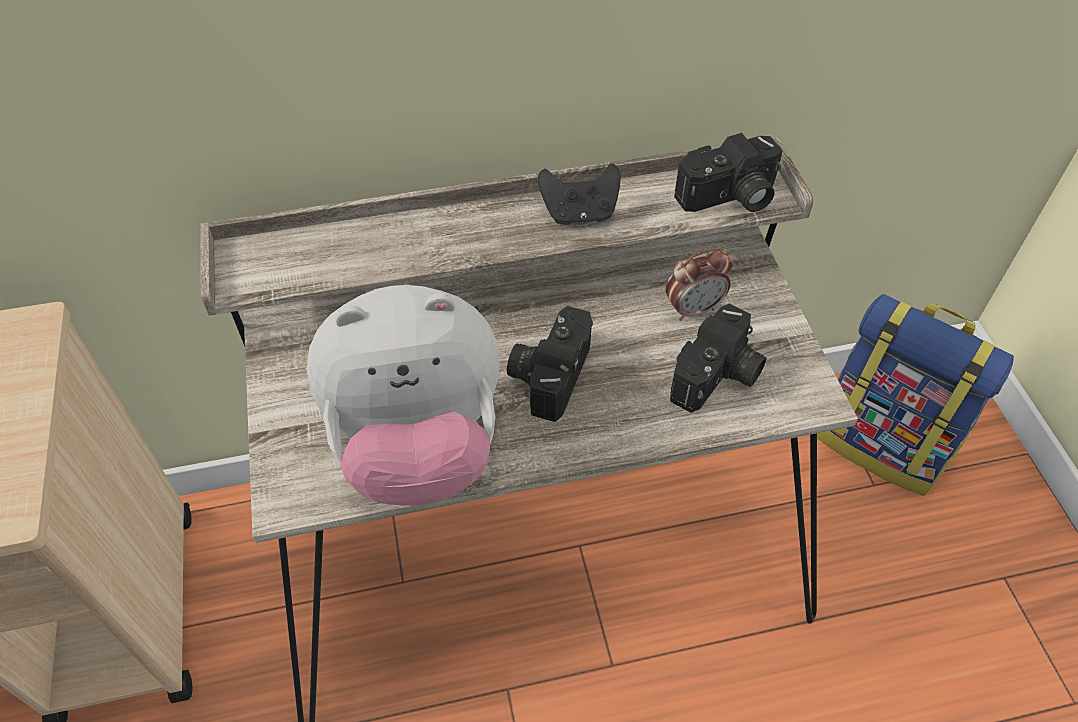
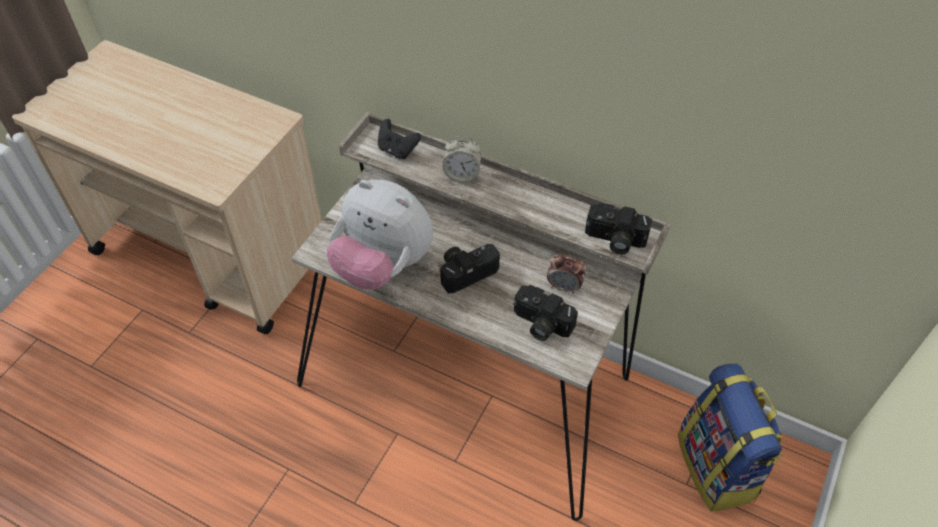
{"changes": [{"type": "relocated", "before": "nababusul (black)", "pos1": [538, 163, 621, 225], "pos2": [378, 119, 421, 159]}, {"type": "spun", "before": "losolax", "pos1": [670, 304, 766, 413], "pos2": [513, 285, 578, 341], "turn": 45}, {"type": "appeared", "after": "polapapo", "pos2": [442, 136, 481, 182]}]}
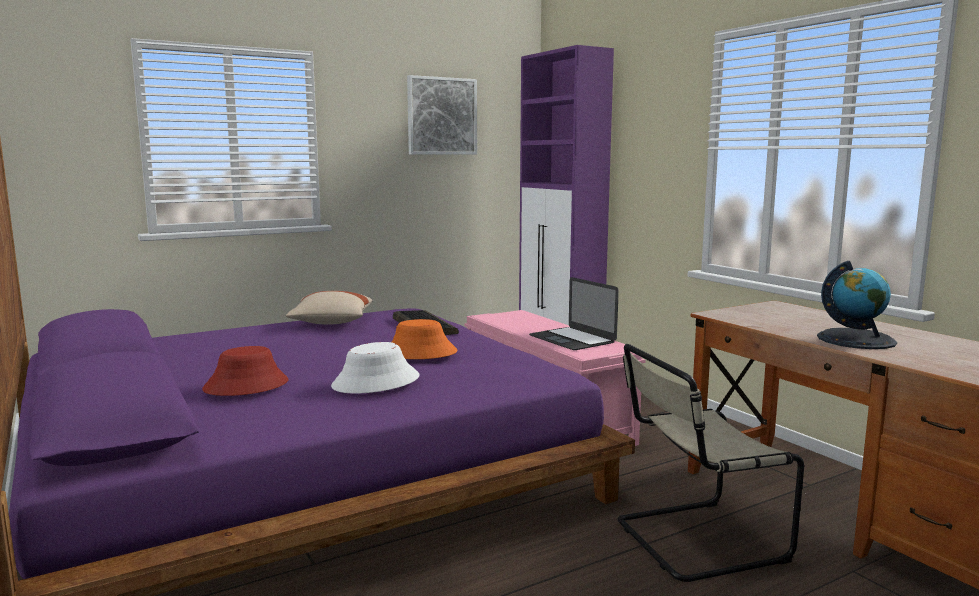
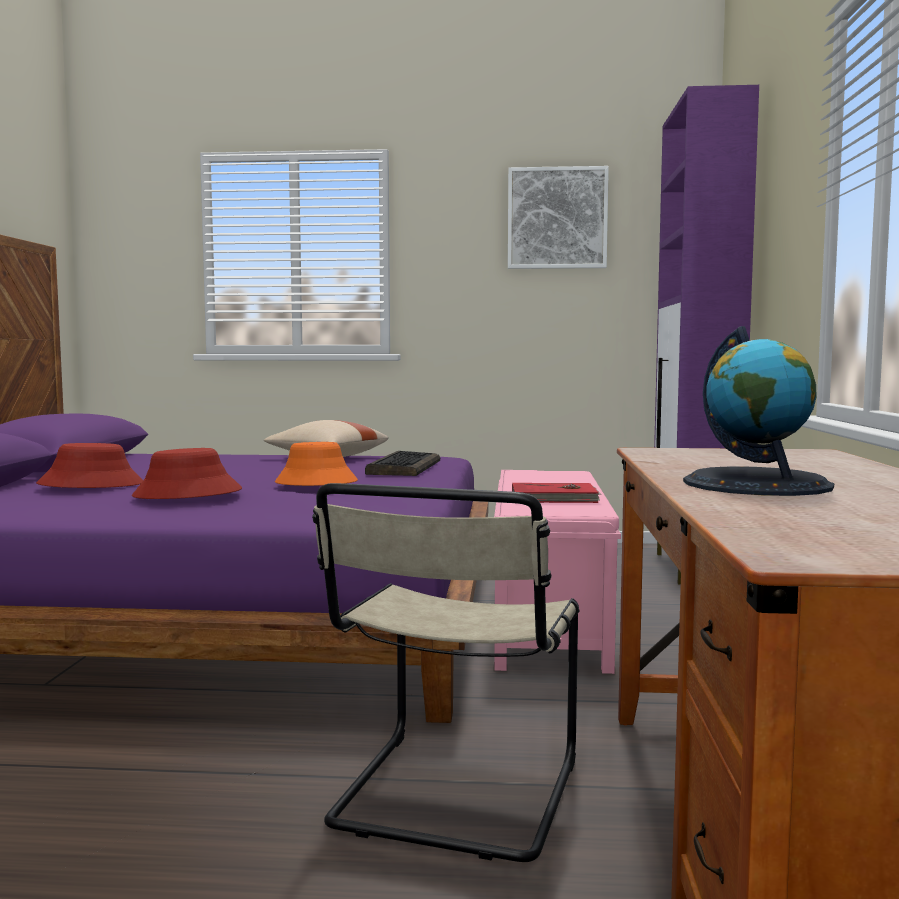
{"changes": [{"type": "exchanged", "before": "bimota", "after": "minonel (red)", "pos1": [529, 277, 619, 350], "pos2": [512, 483, 601, 503]}, {"type": "colour", "before": "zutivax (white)", "after": "zutivax (red)", "pos1": [331, 342, 420, 393], "pos2": [132, 448, 242, 499]}, {"type": "spun", "before": "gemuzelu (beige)", "pos1": [618, 344, 804, 582], "pos2": [312, 483, 579, 862], "turn": -90}]}
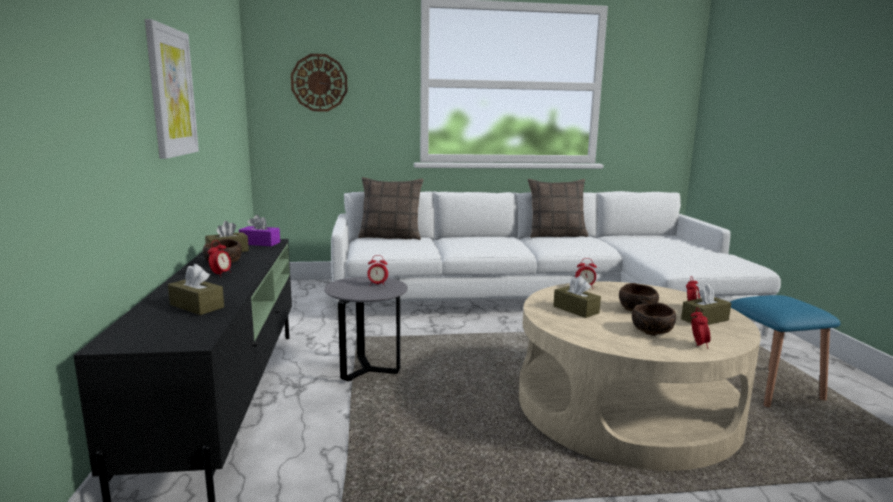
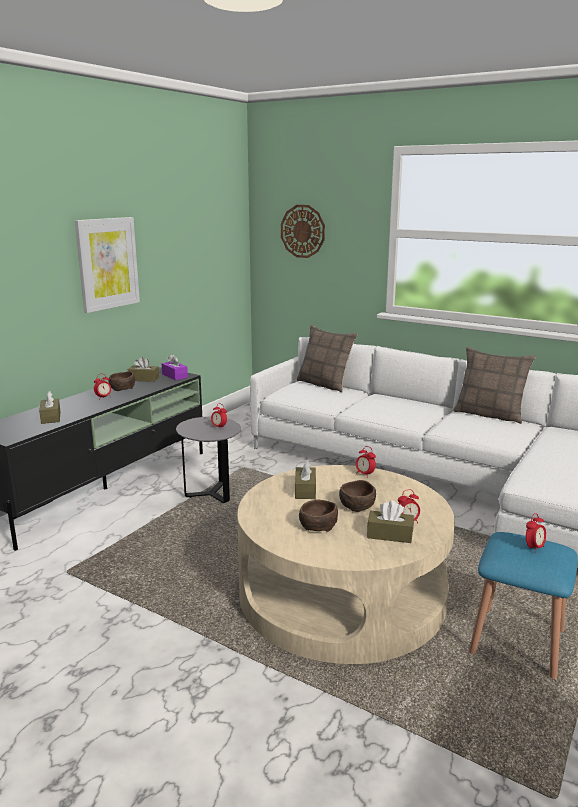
{"changes": [{"type": "relocated", "before": "polapapo", "pos1": [691, 307, 711, 349], "pos2": [526, 513, 546, 553]}]}
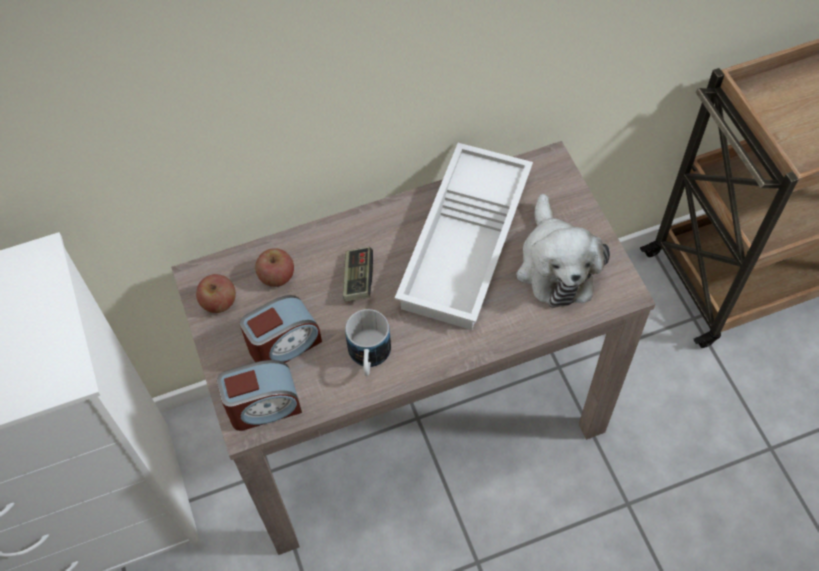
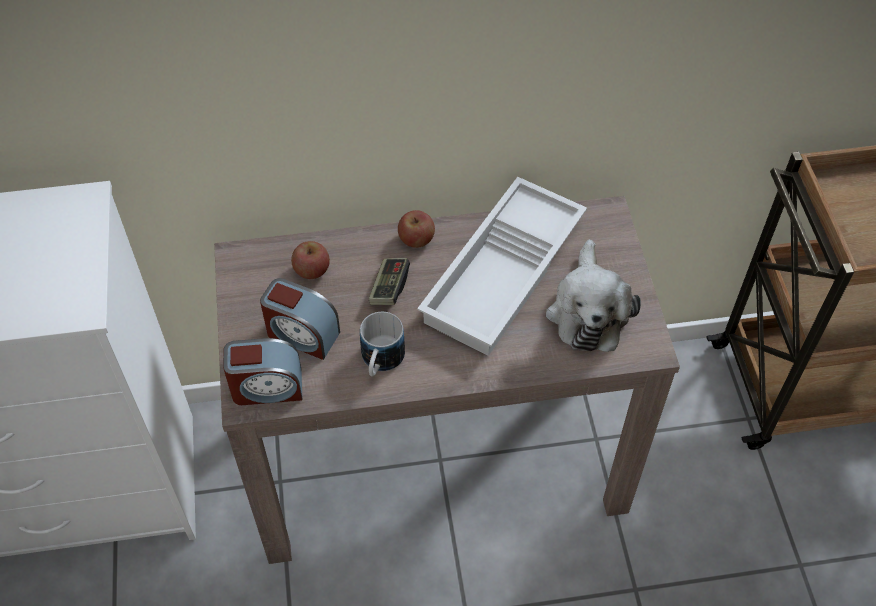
{"changes": [{"type": "relocated", "before": "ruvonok", "pos1": [196, 274, 236, 313], "pos2": [398, 210, 435, 248]}, {"type": "spun", "before": "polapapo", "pos1": [240, 295, 322, 363], "pos2": [260, 278, 340, 360], "turn": 45}]}
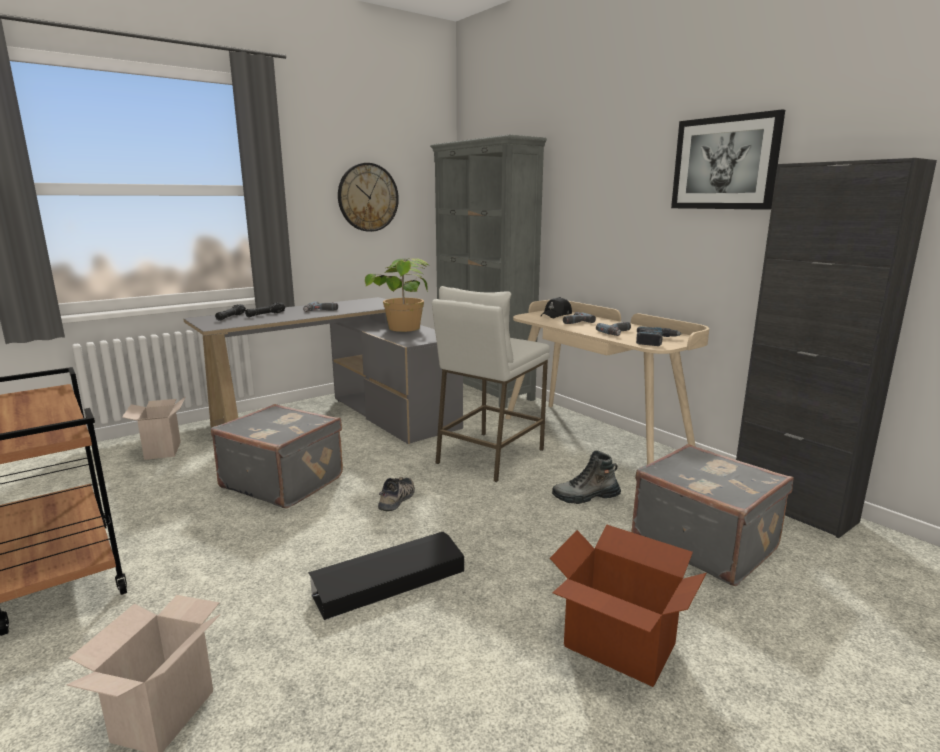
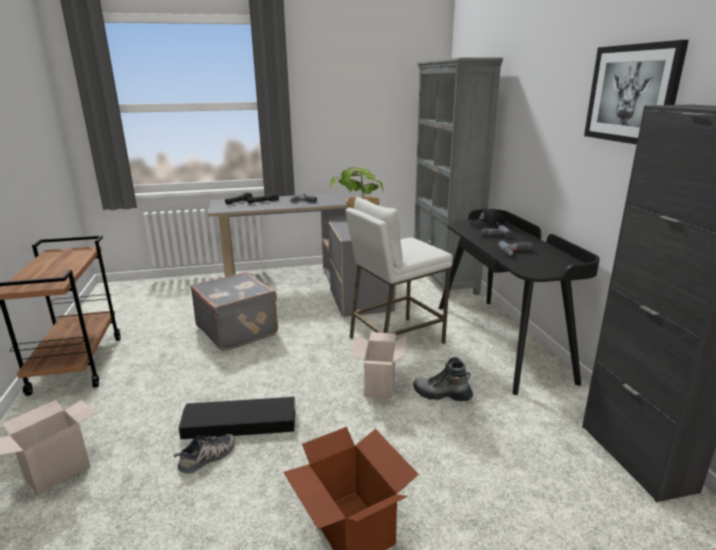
{"changes": [{"type": "missing", "before": "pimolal", "pos1": [338, 163, 399, 232]}, {"type": "colour", "before": "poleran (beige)", "after": "poleran (black)", "pos1": [505, 300, 709, 465], "pos2": [439, 209, 600, 395]}, {"type": "missing", "before": "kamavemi", "pos1": [636, 326, 682, 346]}, {"type": "relocated", "before": "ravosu", "pos1": [122, 397, 185, 460], "pos2": [351, 332, 407, 399]}, {"type": "missing", "before": "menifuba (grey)", "pos1": [631, 444, 794, 586]}, {"type": "relocated", "before": "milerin", "pos1": [378, 477, 415, 511], "pos2": [173, 434, 235, 473]}]}
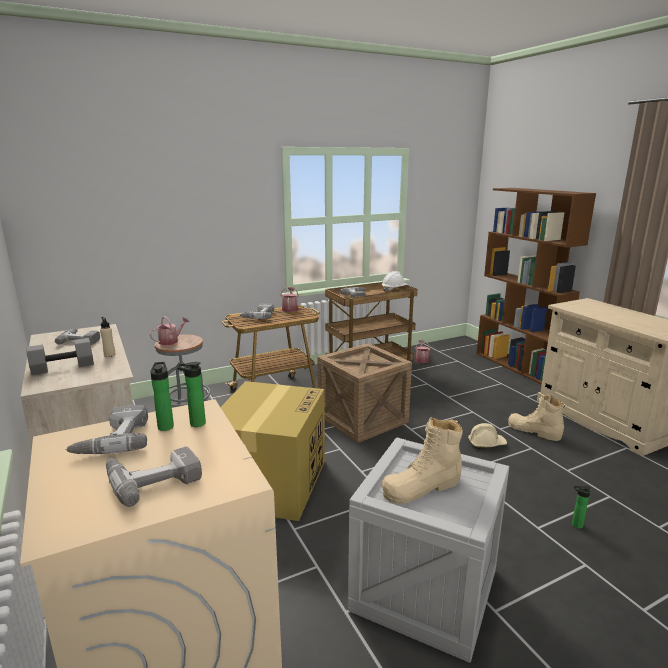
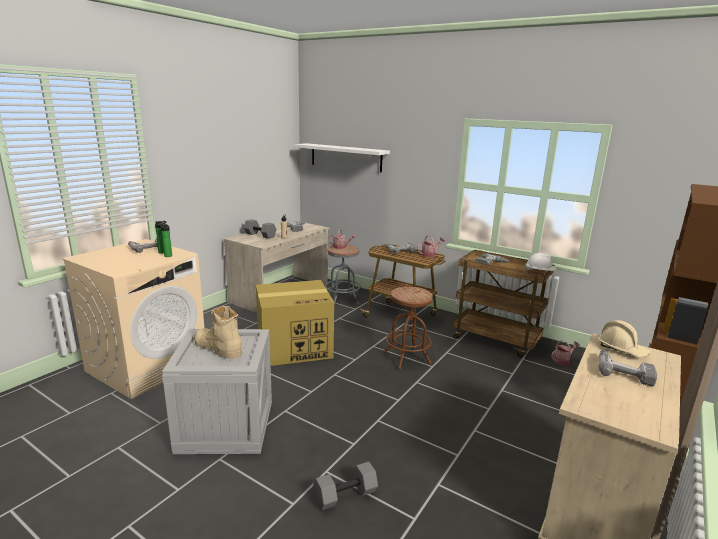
{"changes": [{"type": "exchanged", "before": "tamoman", "after": "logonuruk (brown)", "pos1": [317, 343, 412, 443], "pos2": [384, 287, 433, 369]}, {"type": "missing", "before": "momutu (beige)", "pos1": [508, 395, 566, 441]}, {"type": "relocated", "before": "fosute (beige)", "pos1": [468, 423, 507, 449], "pos2": [597, 320, 651, 357]}, {"type": "relocated", "before": "kamavemi", "pos1": [106, 446, 202, 507], "pos2": [598, 349, 657, 387]}, {"type": "exchanged", "before": "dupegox", "after": "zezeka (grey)", "pos1": [572, 486, 591, 529], "pos2": [313, 461, 378, 510]}, {"type": "appeared", "after": "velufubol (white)", "pos2": [295, 143, 390, 173]}]}
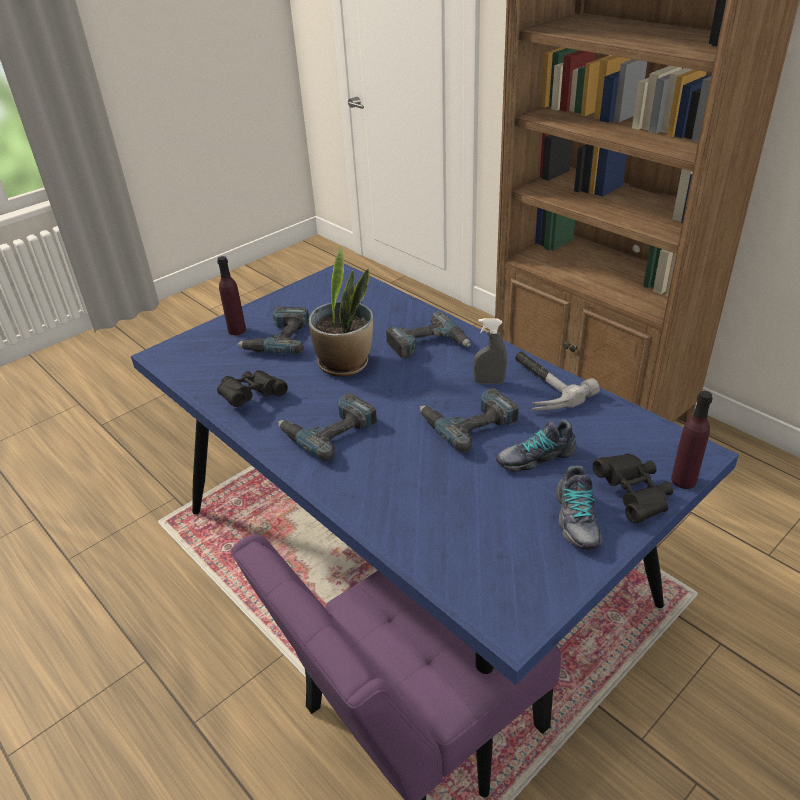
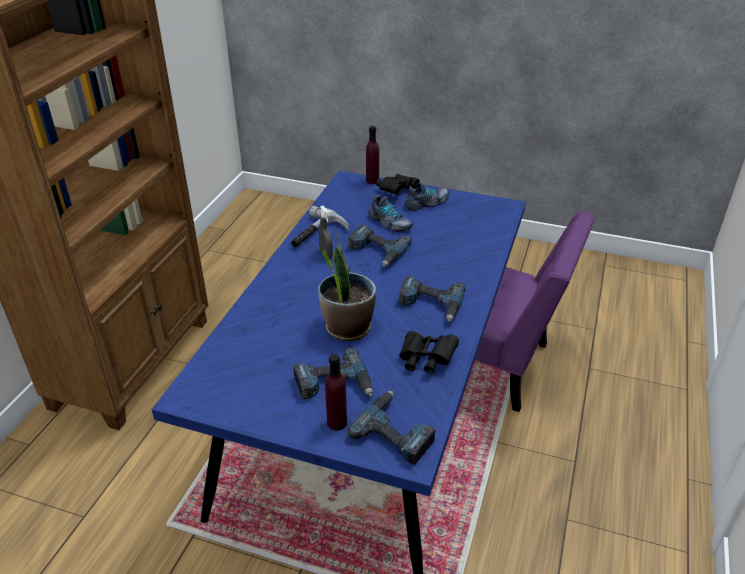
{"changes": [{"type": "relocated", "before": "kamavemi", "pos1": [386, 311, 471, 359], "pos2": [348, 391, 436, 465]}]}
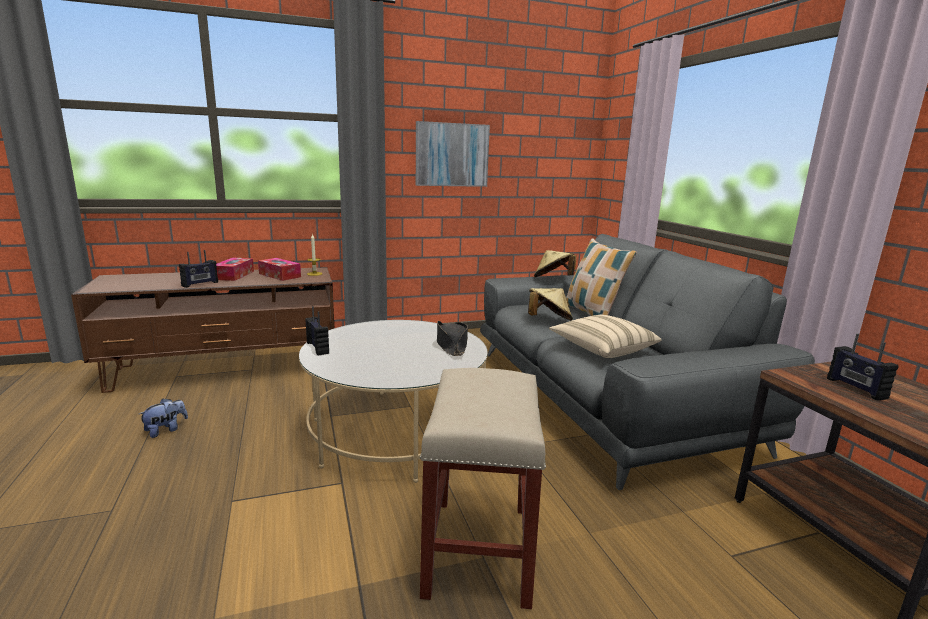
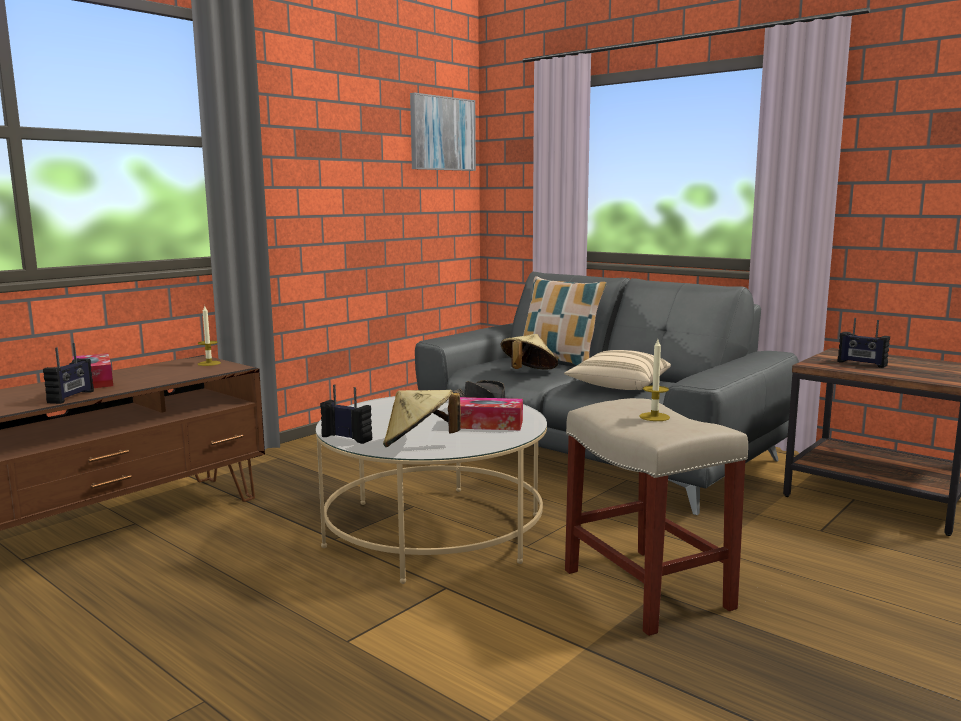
{"changes": [{"type": "relocated", "before": "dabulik", "pos1": [416, 121, 490, 187], "pos2": [410, 93, 476, 171]}, {"type": "relocated", "before": "zutivax (beige)", "pos1": [534, 250, 576, 277], "pos2": [383, 390, 461, 447]}, {"type": "relocated", "before": "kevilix", "pos1": [258, 258, 301, 281], "pos2": [460, 397, 523, 430]}, {"type": "missing", "before": "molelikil", "pos1": [139, 399, 188, 438]}, {"type": "appeared", "after": "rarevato", "pos2": [639, 339, 670, 421]}]}
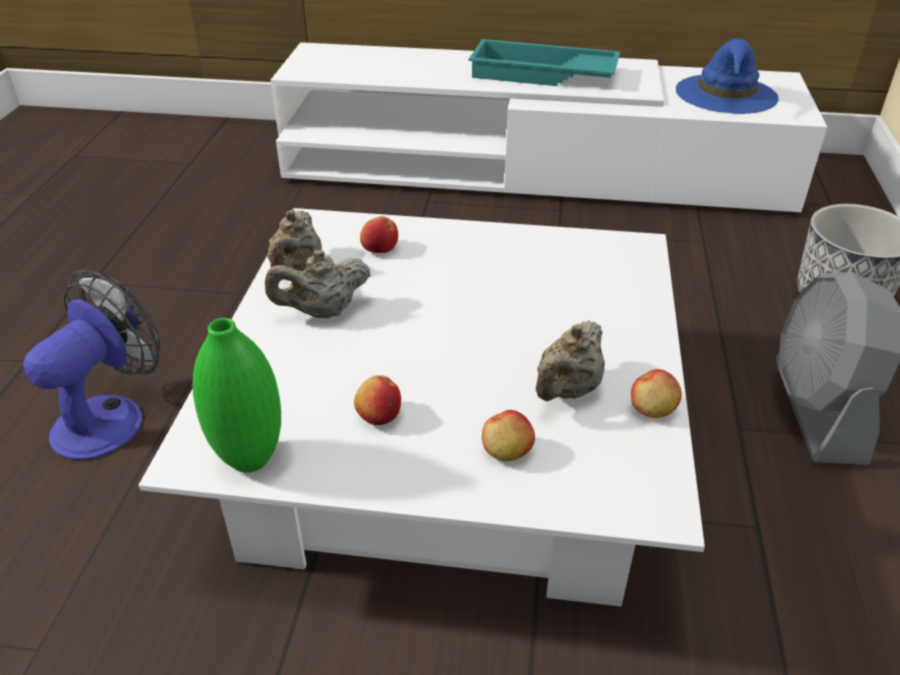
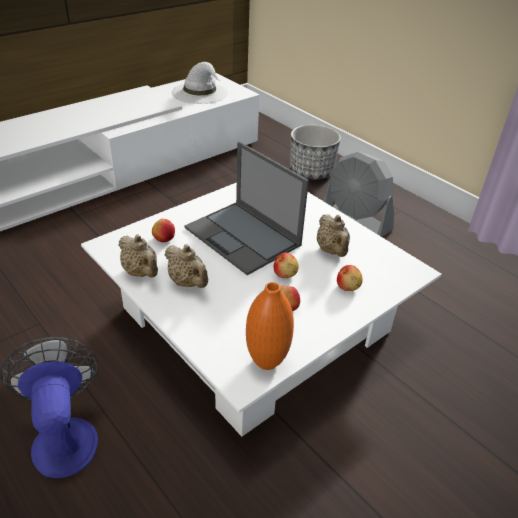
{"changes": [{"type": "missing", "before": "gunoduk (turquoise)", "pos1": [469, 39, 620, 86]}, {"type": "colour", "before": "zutivax (blue)", "after": "zutivax (white)", "pos1": [676, 39, 779, 114], "pos2": [172, 62, 228, 104]}, {"type": "spun", "before": "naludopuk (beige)", "pos1": [265, 250, 371, 318], "pos2": [165, 244, 208, 288], "turn": -60}, {"type": "colour", "before": "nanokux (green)", "after": "nanokux (orange)", "pos1": [192, 318, 281, 473], "pos2": [246, 282, 294, 370]}, {"type": "relocated", "before": "ruvonok", "pos1": [631, 369, 682, 418], "pos2": [274, 253, 299, 278]}, {"type": "appeared", "after": "bimota", "pos2": [185, 141, 309, 275]}]}
